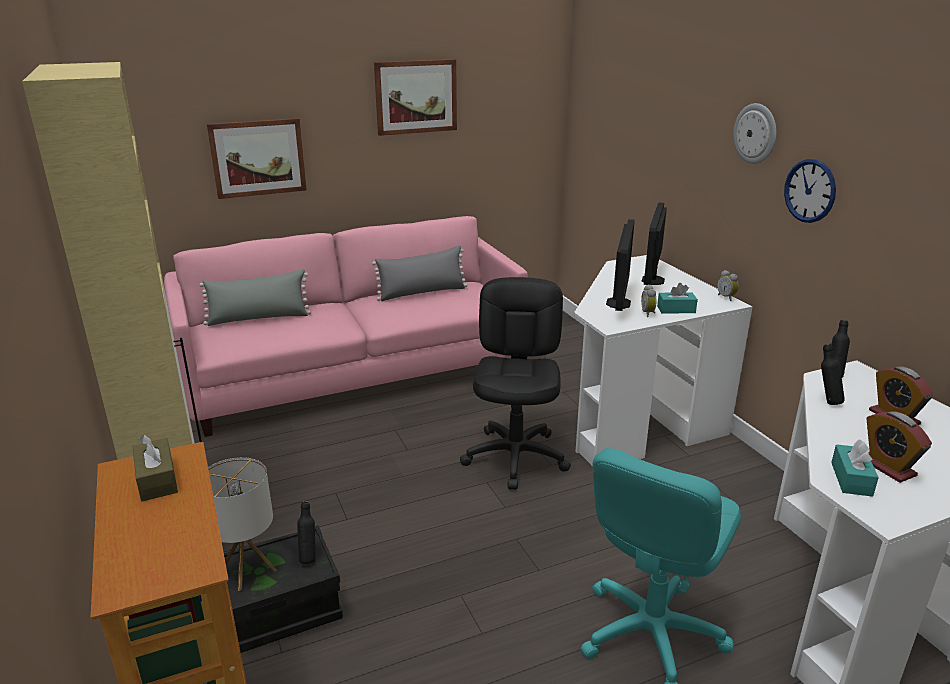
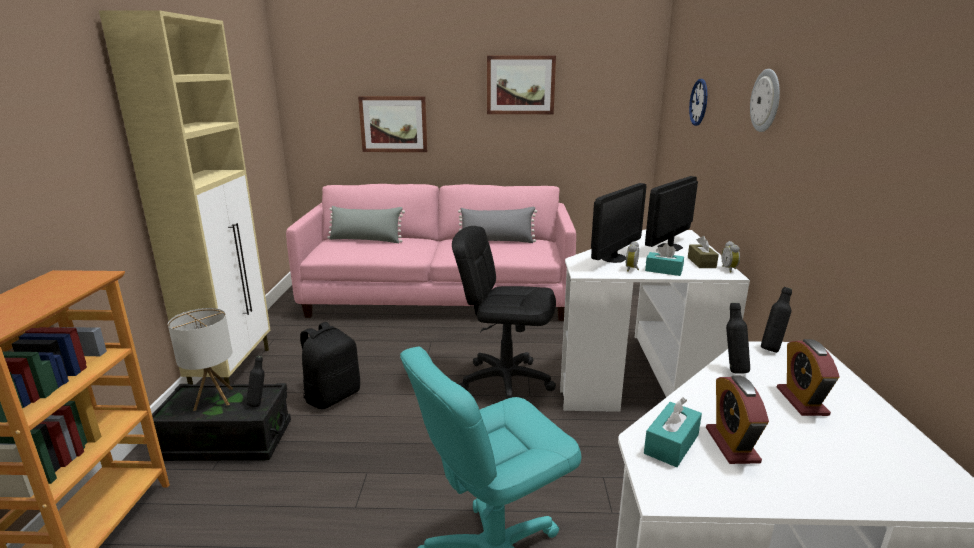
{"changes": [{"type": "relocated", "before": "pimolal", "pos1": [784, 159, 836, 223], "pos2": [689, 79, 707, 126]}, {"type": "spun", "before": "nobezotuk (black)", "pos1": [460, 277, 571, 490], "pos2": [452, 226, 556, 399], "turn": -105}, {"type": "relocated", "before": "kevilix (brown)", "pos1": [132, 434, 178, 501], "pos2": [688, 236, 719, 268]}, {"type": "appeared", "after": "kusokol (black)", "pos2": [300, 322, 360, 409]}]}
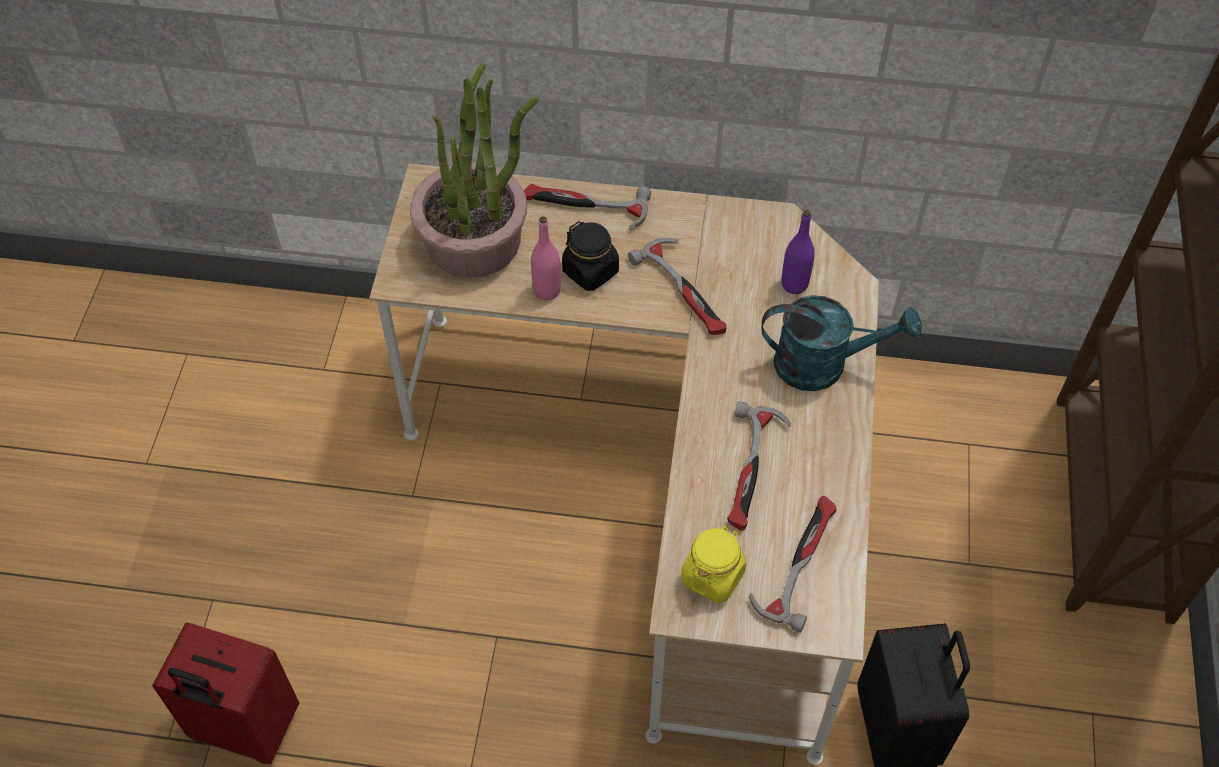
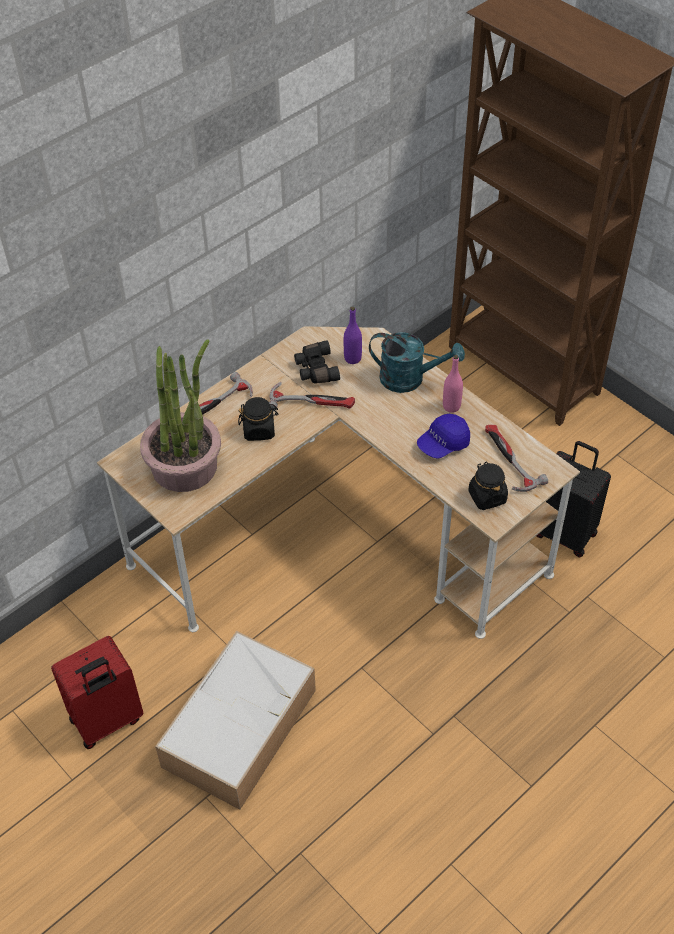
{"changes": [{"type": "relocated", "before": "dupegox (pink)", "pos1": [531, 216, 561, 300], "pos2": [443, 355, 463, 413]}, {"type": "spun", "before": "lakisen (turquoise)", "pos1": [762, 295, 922, 391], "pos2": [369, 332, 465, 393], "turn": 60}, {"type": "exchanged", "before": "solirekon", "after": "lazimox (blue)", "pos1": [727, 401, 791, 531], "pos2": [417, 414, 470, 459]}, {"type": "colour", "before": "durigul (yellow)", "after": "durigul (black)", "pos1": [681, 525, 747, 604], "pos2": [468, 462, 508, 510]}, {"type": "relocated", "before": "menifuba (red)", "pos1": [152, 623, 299, 764], "pos2": [51, 636, 143, 749]}, {"type": "appeared", "after": "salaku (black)", "pos2": [294, 340, 340, 384]}, {"type": "appeared", "after": "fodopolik", "pos2": [155, 631, 316, 810]}]}
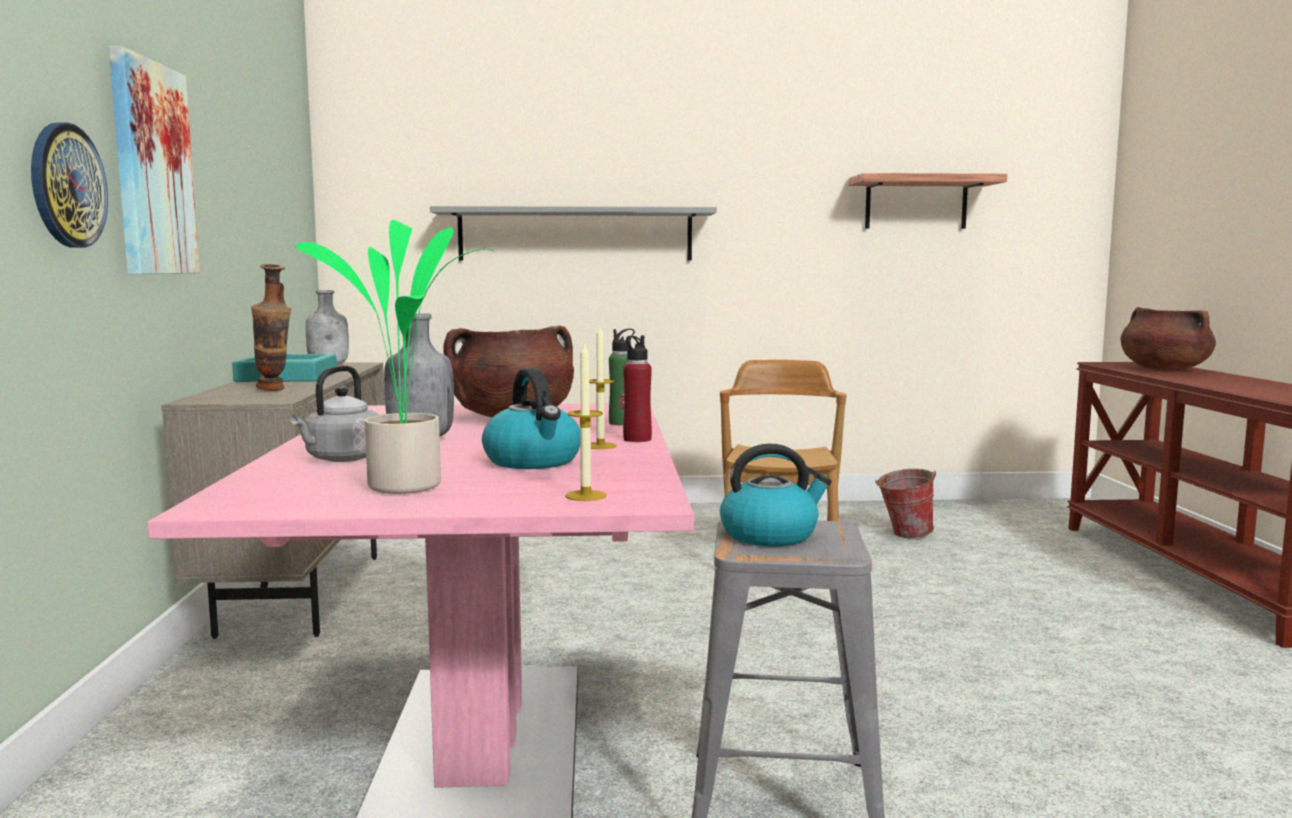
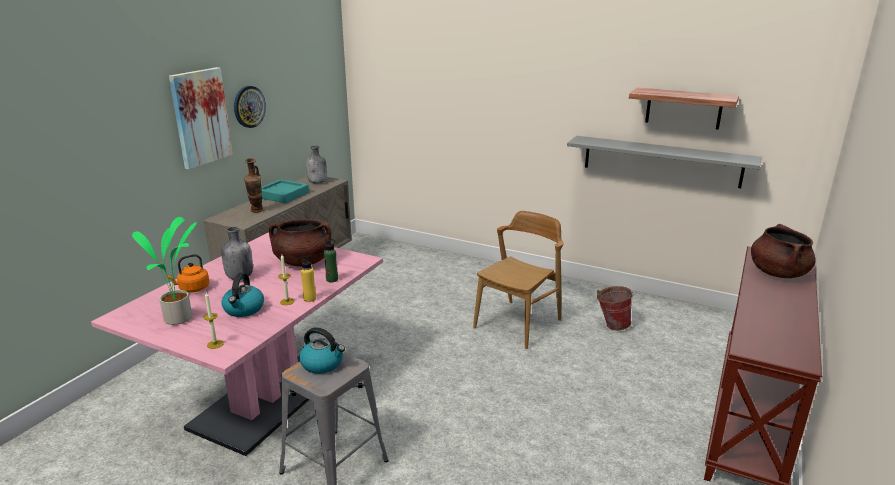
{"changes": [{"type": "relocated", "before": "pimolal", "pos1": [31, 122, 108, 248], "pos2": [234, 86, 266, 128]}, {"type": "relocated", "before": "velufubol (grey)", "pos1": [430, 206, 717, 260], "pos2": [567, 136, 762, 188]}, {"type": "colour", "before": "dupegox (red)", "after": "dupegox (yellow)", "pos1": [623, 335, 652, 442], "pos2": [299, 256, 316, 302]}, {"type": "colour", "before": "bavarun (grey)", "after": "bavarun (orange)", "pos1": [290, 366, 379, 462], "pos2": [167, 254, 209, 293]}]}
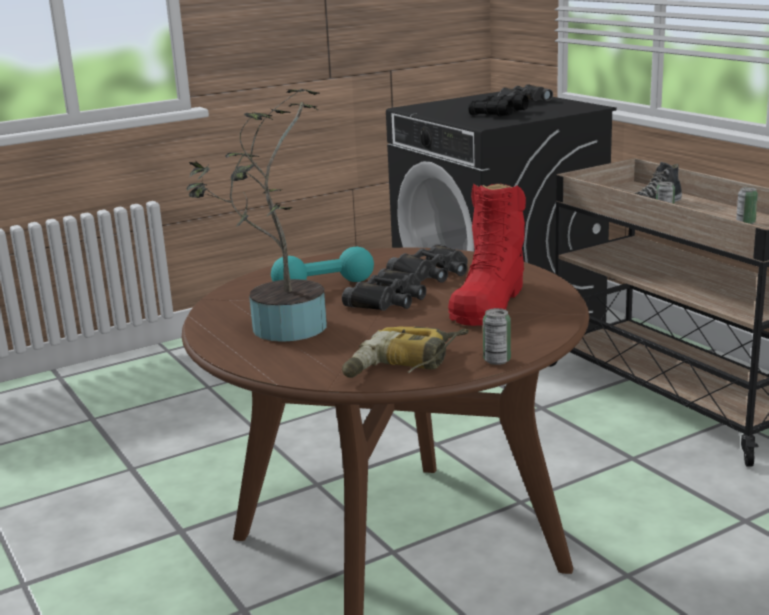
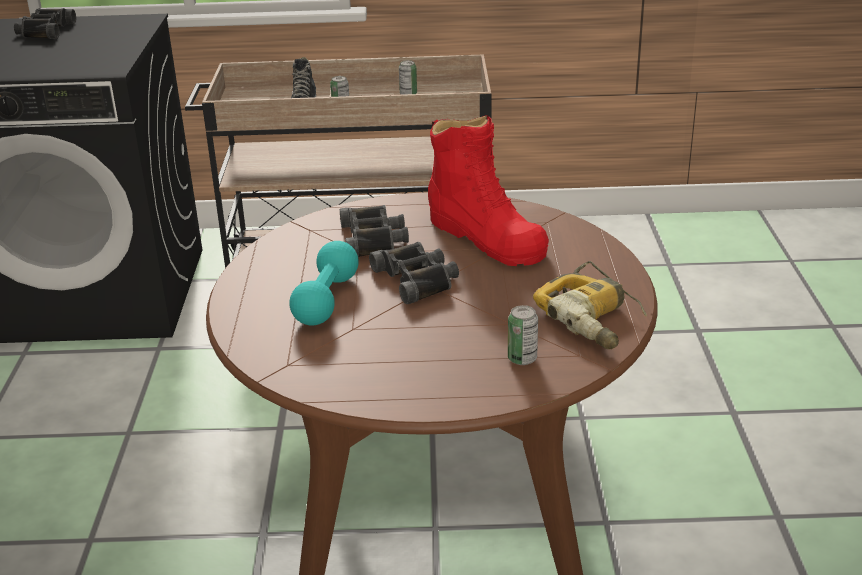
{"changes": [{"type": "missing", "before": "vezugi", "pos1": [187, 88, 327, 342]}, {"type": "missing", "before": "salaku (black)", "pos1": [469, 94, 529, 117]}, {"type": "relocated", "before": "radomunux", "pos1": [483, 308, 511, 365], "pos2": [508, 305, 538, 365]}]}
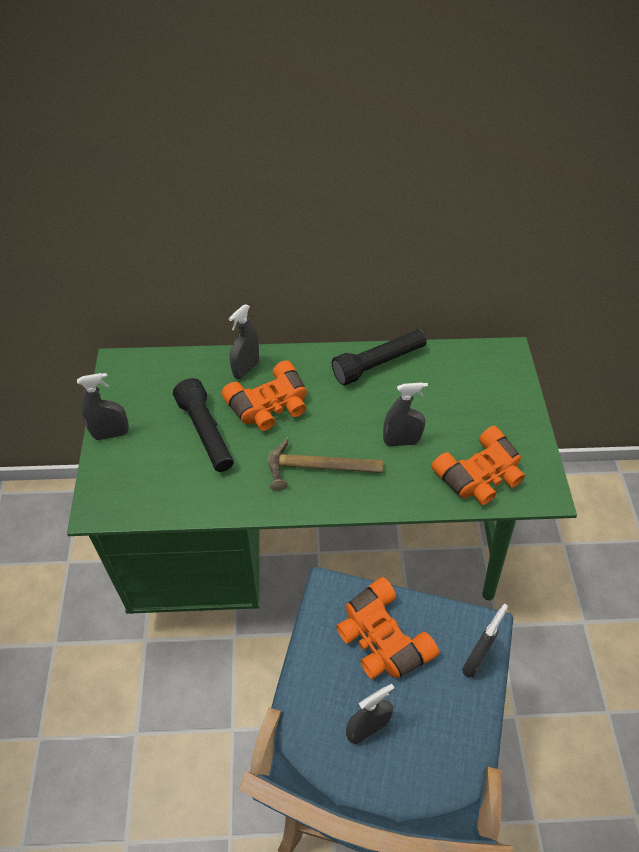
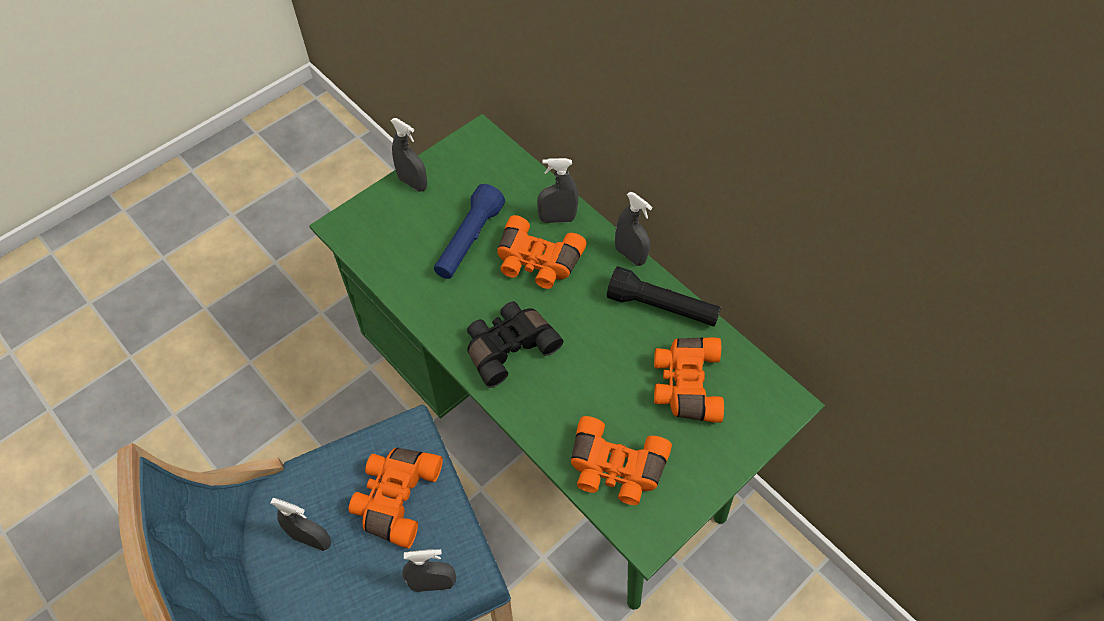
{"changes": [{"type": "colour", "before": "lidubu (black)", "after": "lidubu (blue)", "pos1": [173, 378, 234, 472], "pos2": [434, 184, 505, 279]}, {"type": "relocated", "before": "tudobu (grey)", "pos1": [383, 383, 428, 446], "pos2": [615, 192, 652, 266]}, {"type": "exchanged", "before": "solirekon", "after": "salaku (black)", "pos1": [268, 437, 383, 491], "pos2": [467, 301, 563, 388]}, {"type": "appeared", "after": "salaku (orange)", "pos2": [654, 337, 724, 423]}]}
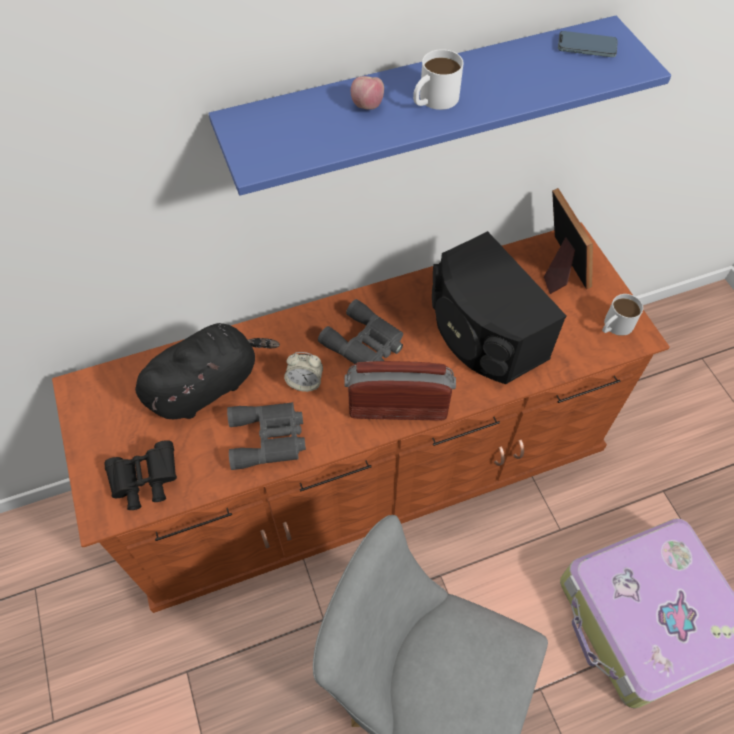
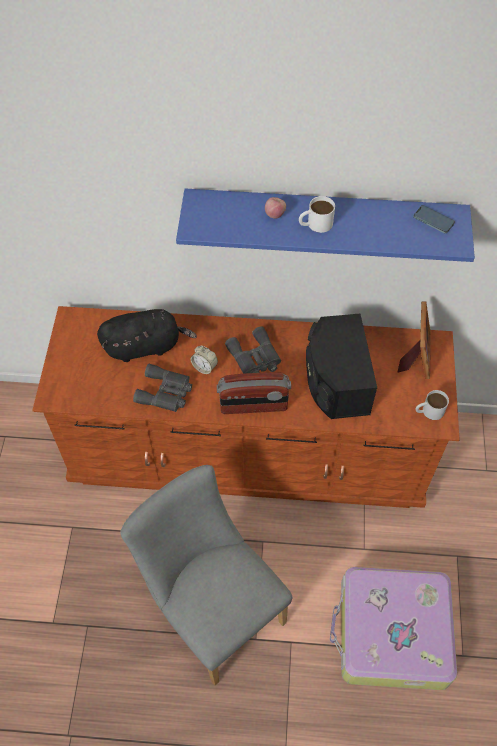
{"changes": [{"type": "spun", "before": "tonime", "pos1": [345, 361, 456, 421], "pos2": [217, 373, 291, 414], "turn": 150}, {"type": "missing", "before": "salaku (black)", "pos1": [104, 440, 177, 510]}]}
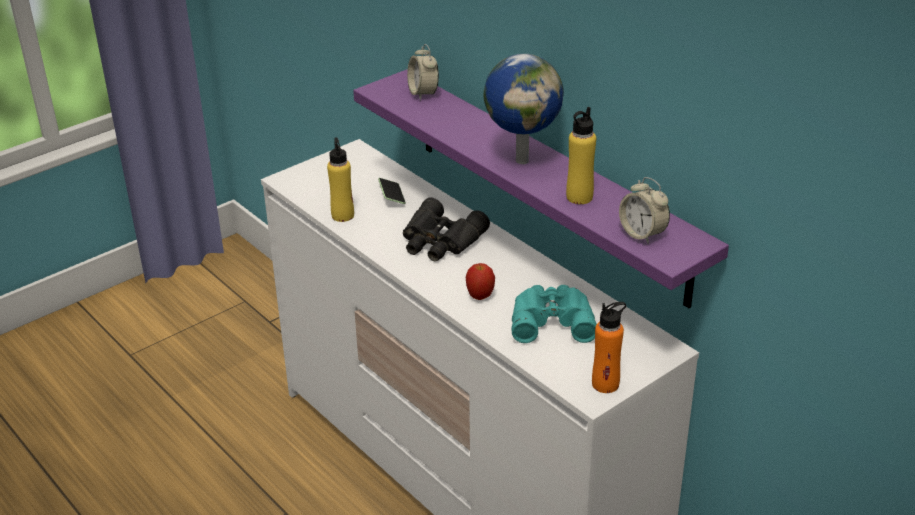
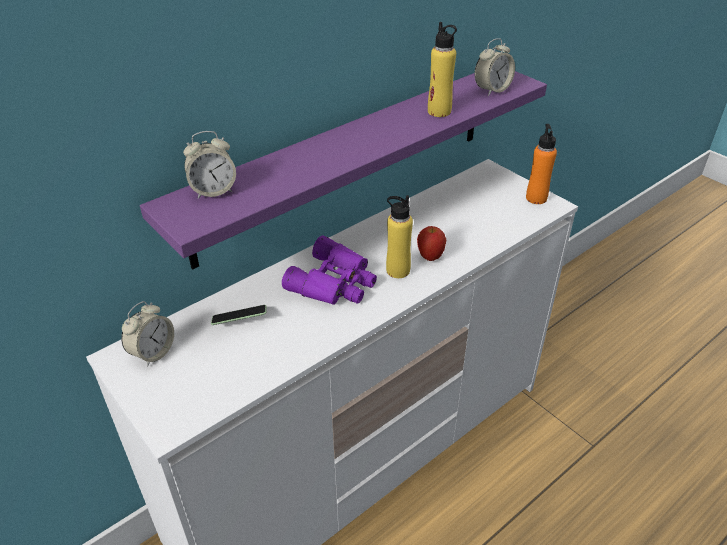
{"changes": [{"type": "missing", "before": "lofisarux", "pos1": [483, 54, 564, 164]}, {"type": "relocated", "before": "dupegox (yellow)", "pos1": [327, 138, 354, 222], "pos2": [386, 195, 413, 278]}, {"type": "colour", "before": "salaku (black)", "after": "salaku (purple)", "pos1": [403, 197, 490, 261], "pos2": [282, 236, 377, 305]}, {"type": "missing", "before": "salaku (turquoise)", "pos1": [511, 285, 597, 343]}, {"type": "appeared", "after": "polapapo", "pos2": [121, 301, 174, 367]}]}
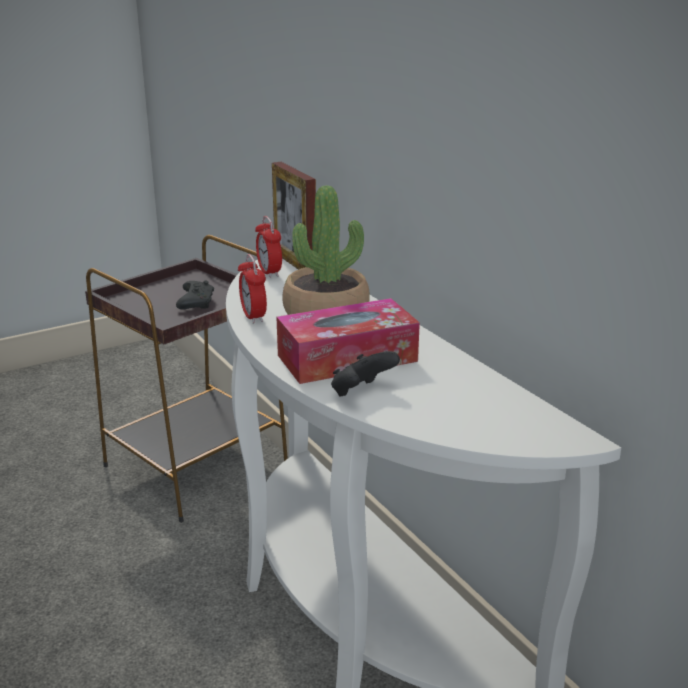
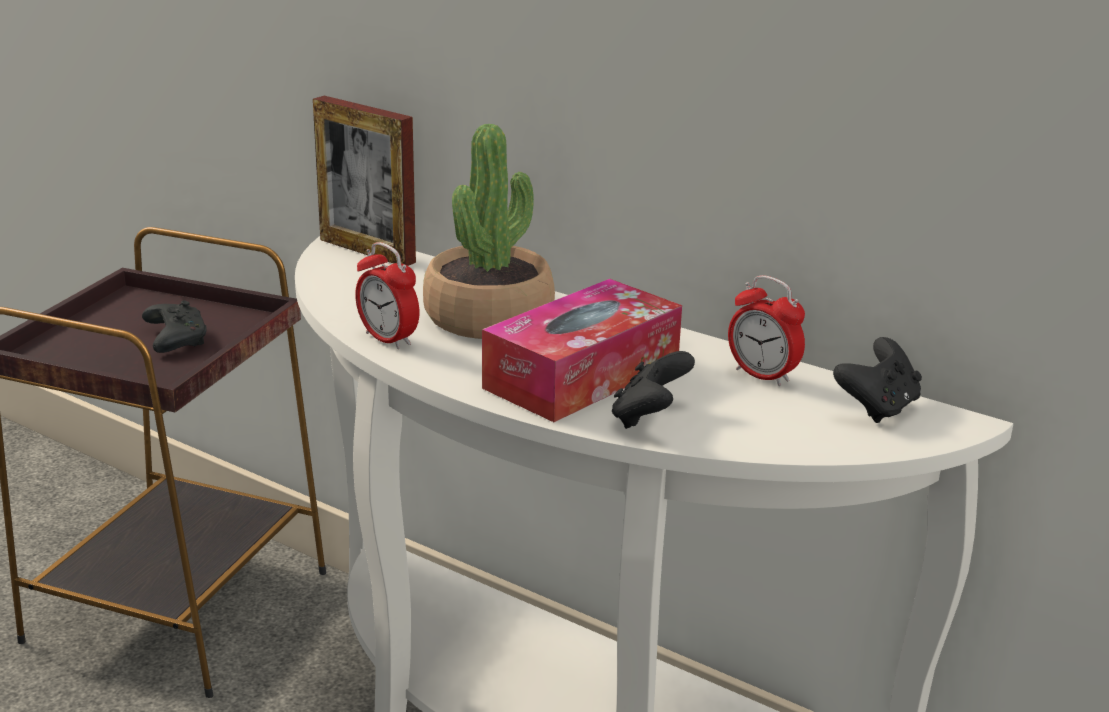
{"changes": [{"type": "relocated", "before": "polapapo", "pos1": [255, 216, 282, 278], "pos2": [728, 275, 805, 386]}, {"type": "appeared", "after": "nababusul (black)", "pos2": [833, 337, 922, 423]}]}
